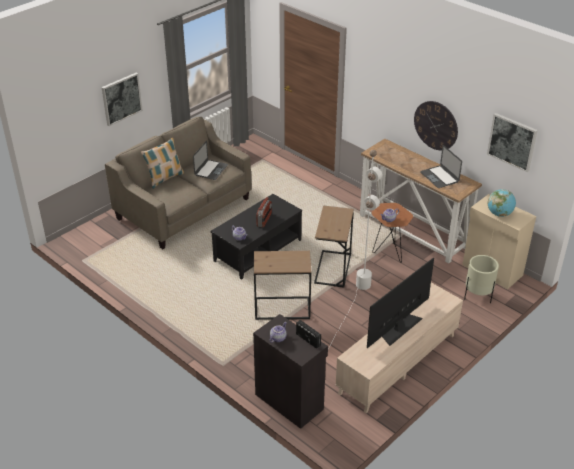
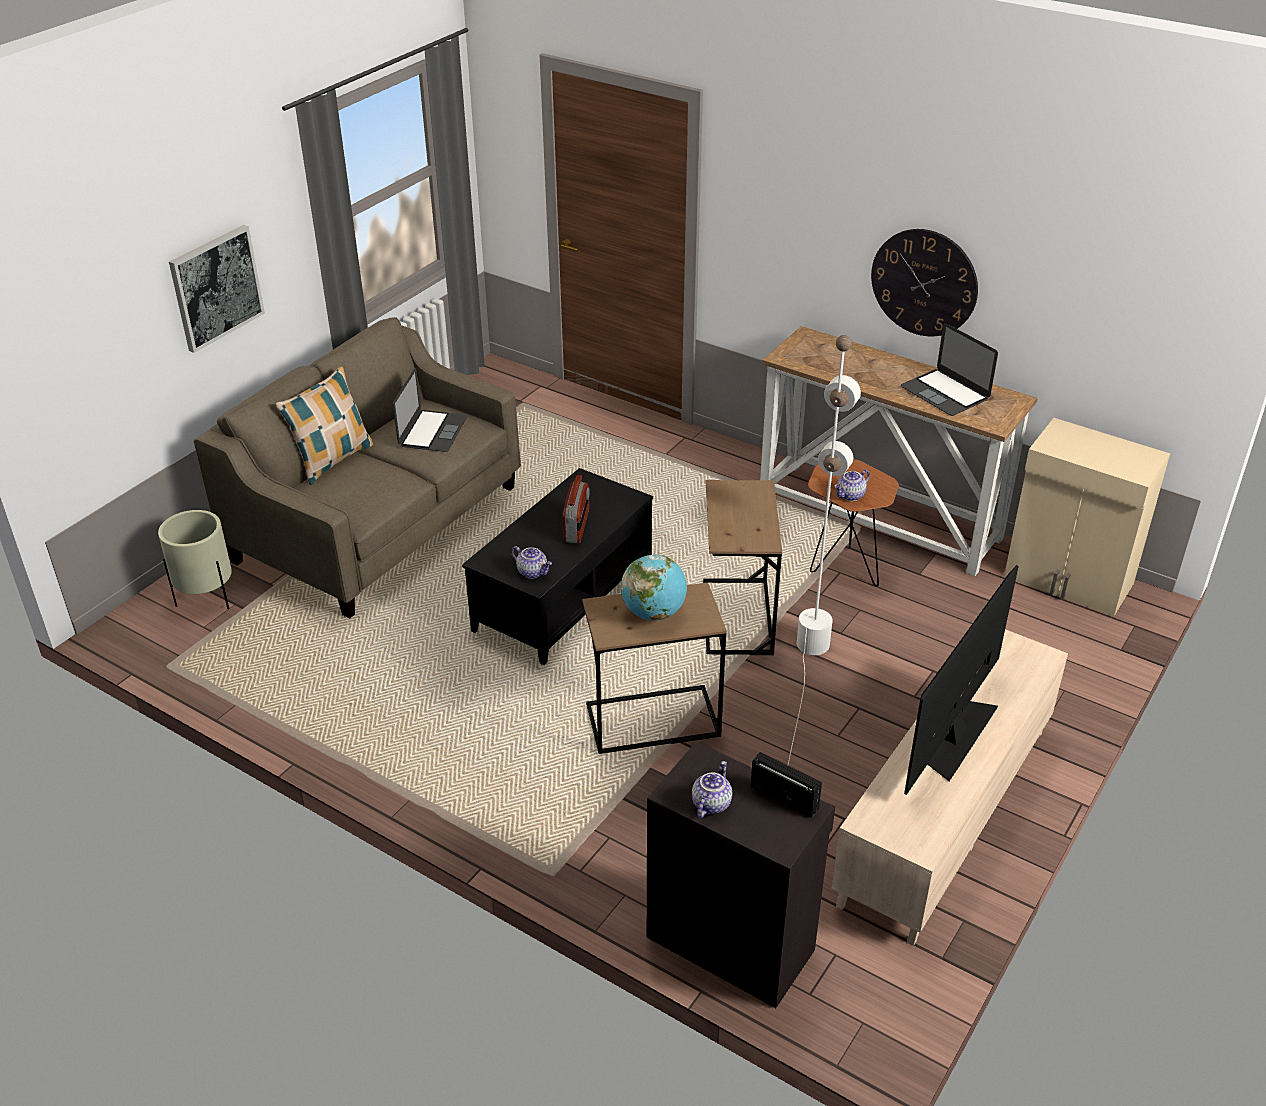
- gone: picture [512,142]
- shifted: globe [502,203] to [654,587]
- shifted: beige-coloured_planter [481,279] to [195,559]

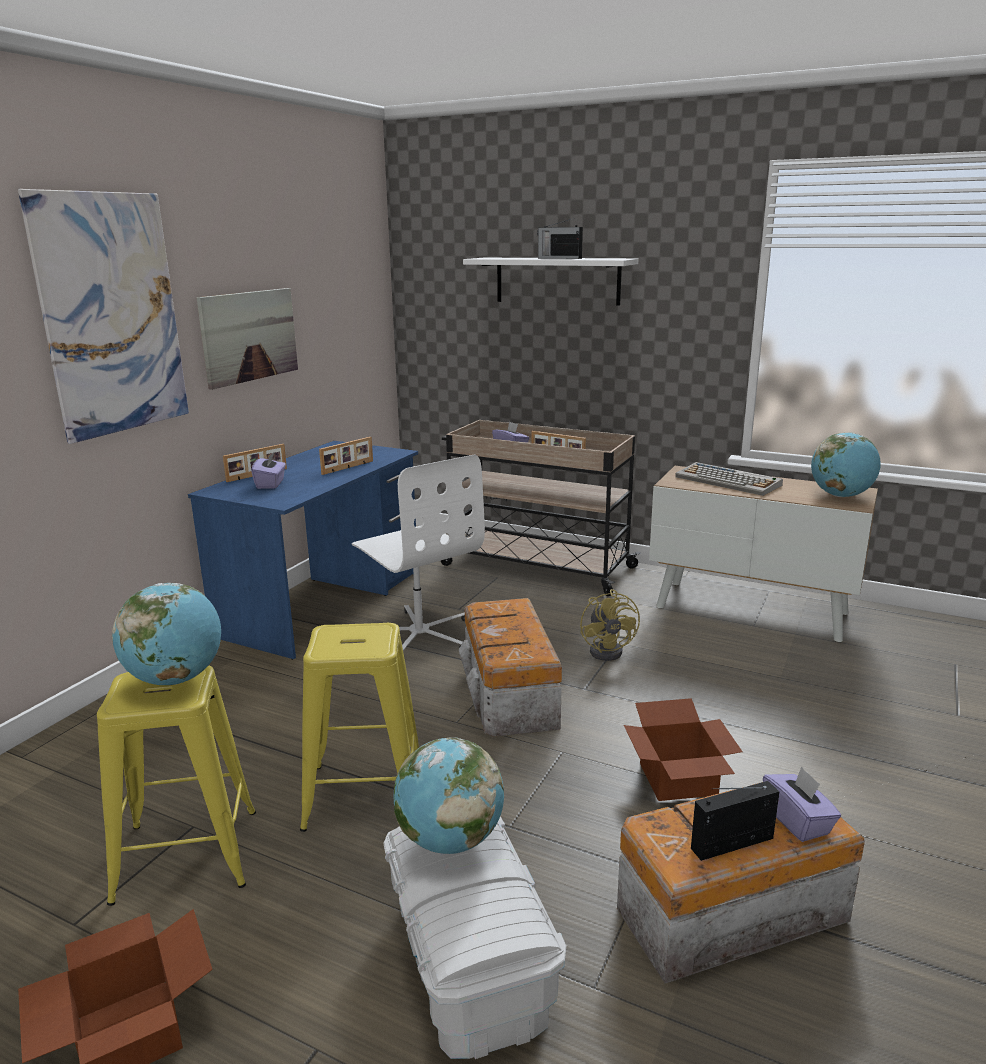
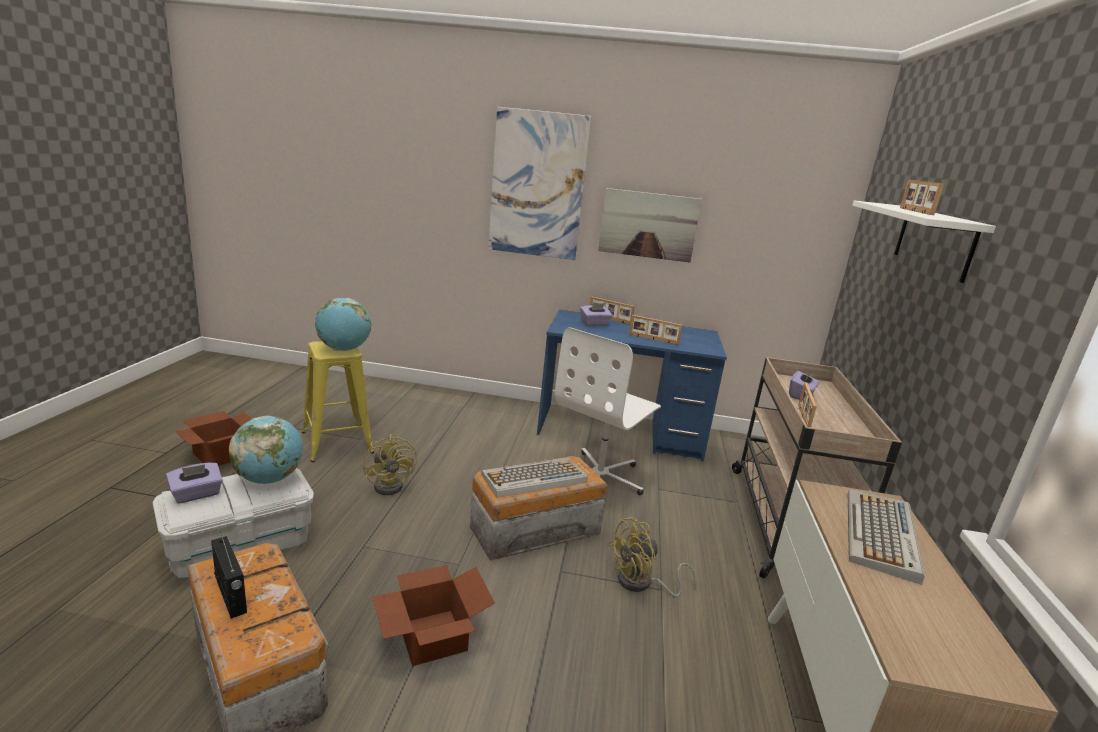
- swapped: radio [560,238] to picture_frame [922,197]
- gone: globe [846,464]
- swapped: yellowish_sitting_stool [359,727] to yellowish_electric_fan [390,464]
- shifted: purple-coloured_tissue_box [802,804] to [194,483]
- new: computer_keyboard [534,478]

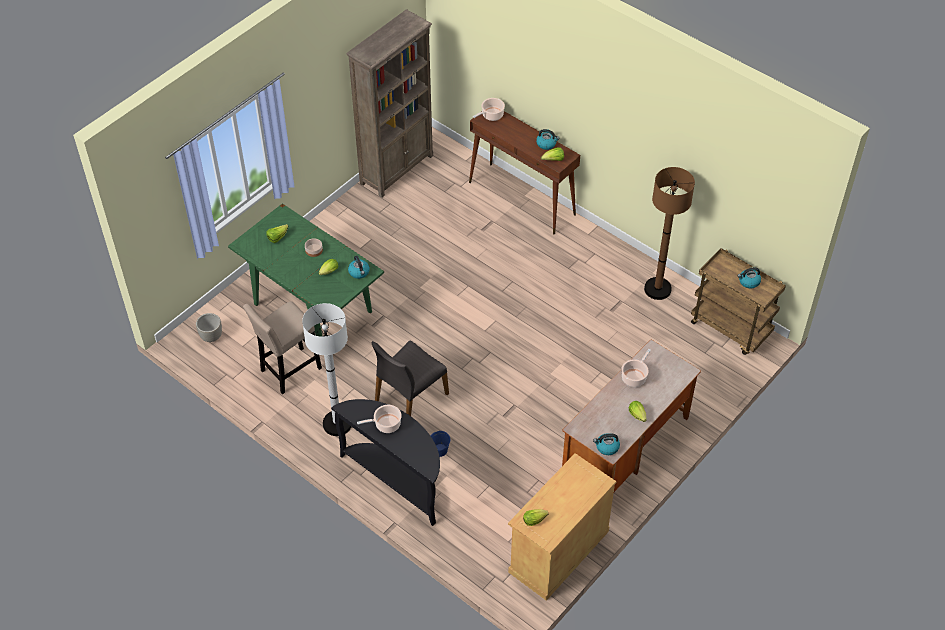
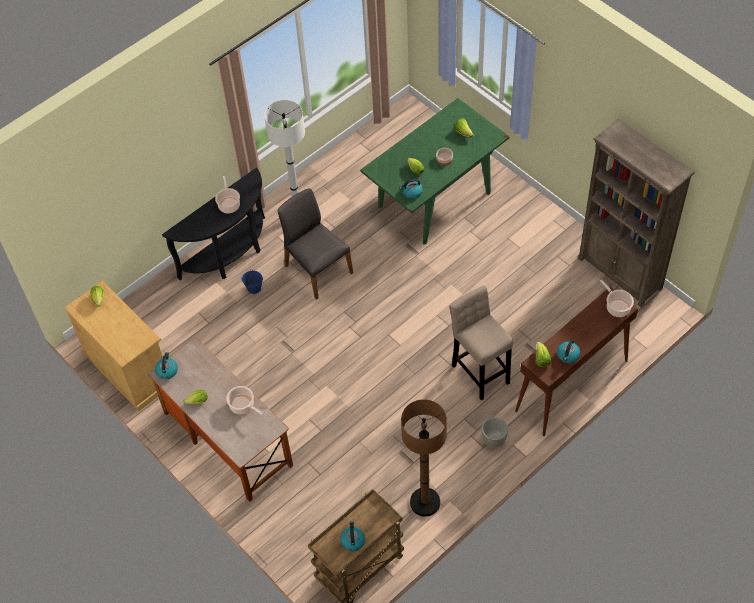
- shifted: beige-coloured_sitting_stool [282,347] to [481,342]
- shifted: greyish_planter [209,327] to [494,432]

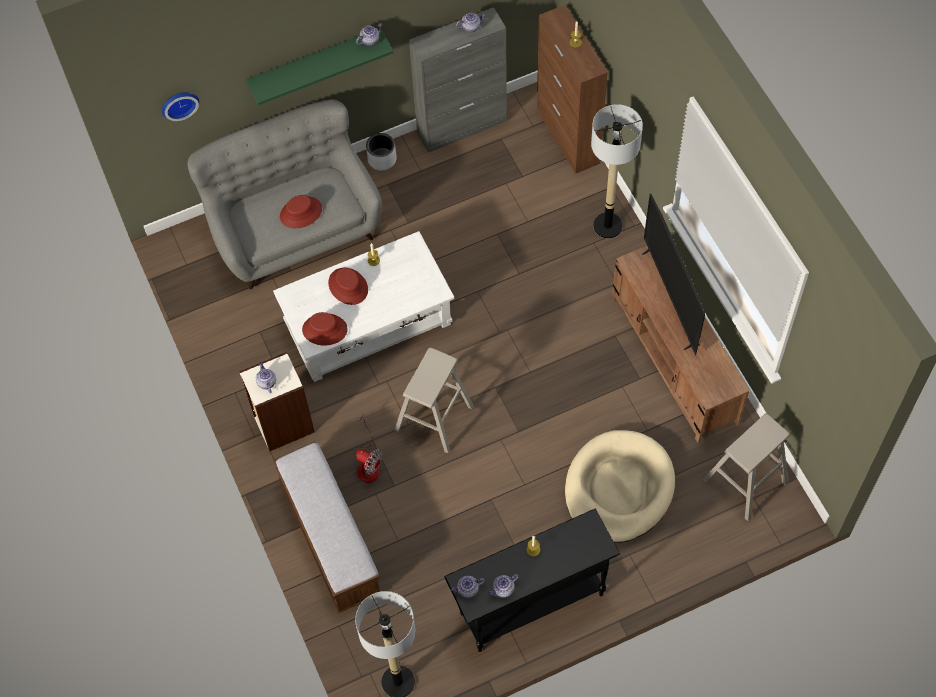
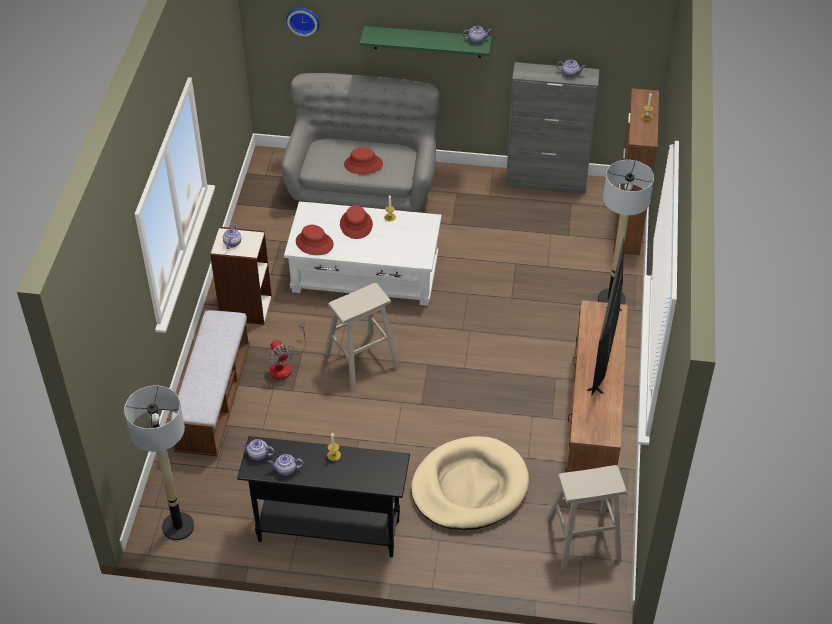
- gone: greyish_planter [381,151]

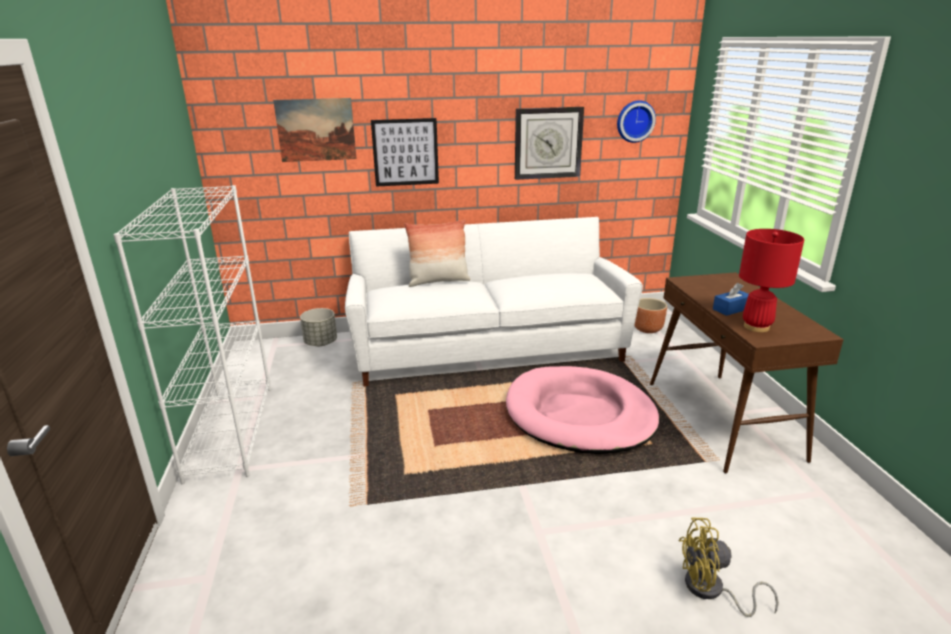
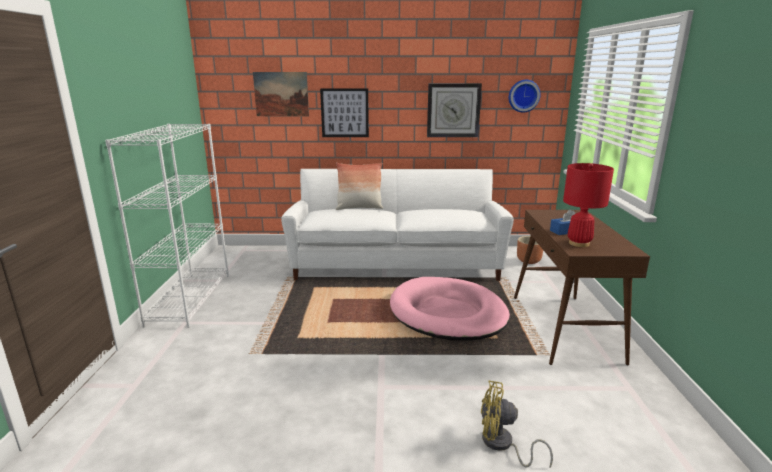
- gone: greyish_planter [318,327]

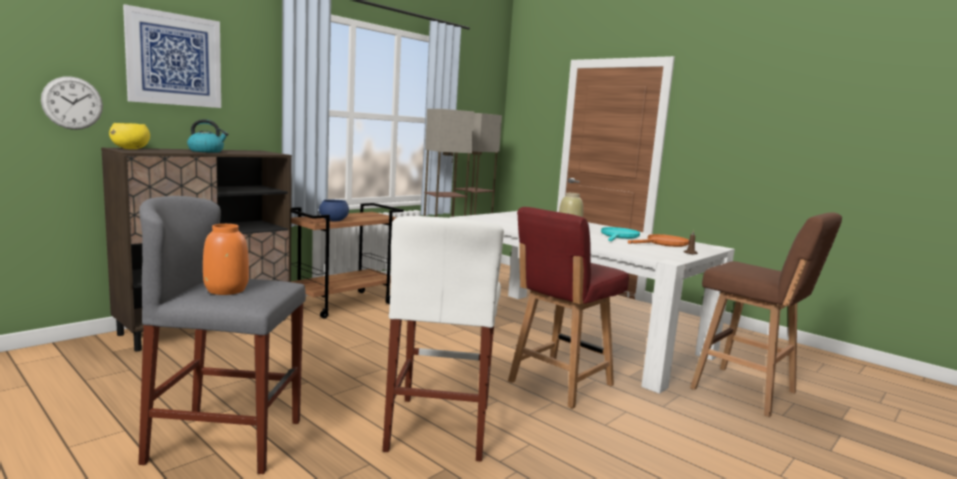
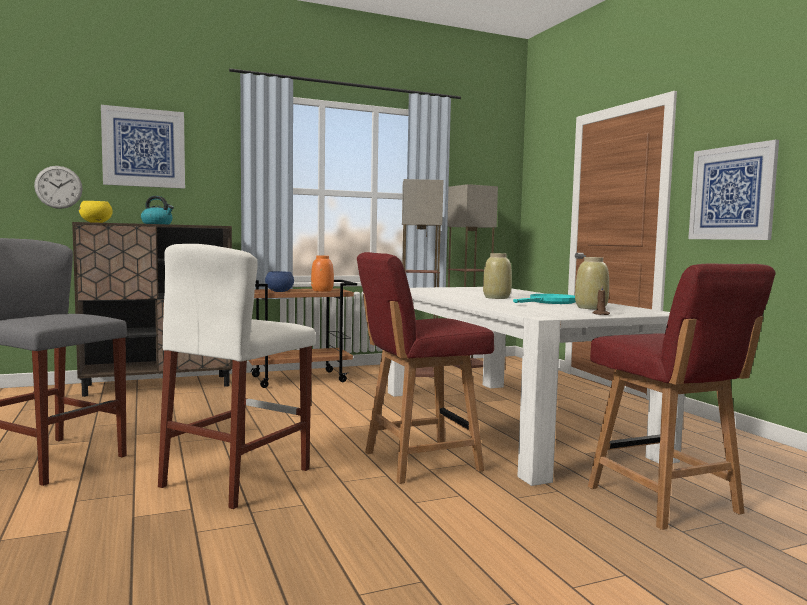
- swapped: brown_sitting_stool [766,314] to red-coloured_plain_chair [682,396]
- shifted: orange-coloured_vase [226,259] to [322,274]
- swapped: orange-coloured_pan [658,240] to beige-coloured_vase [592,283]
- new: picture [733,190]

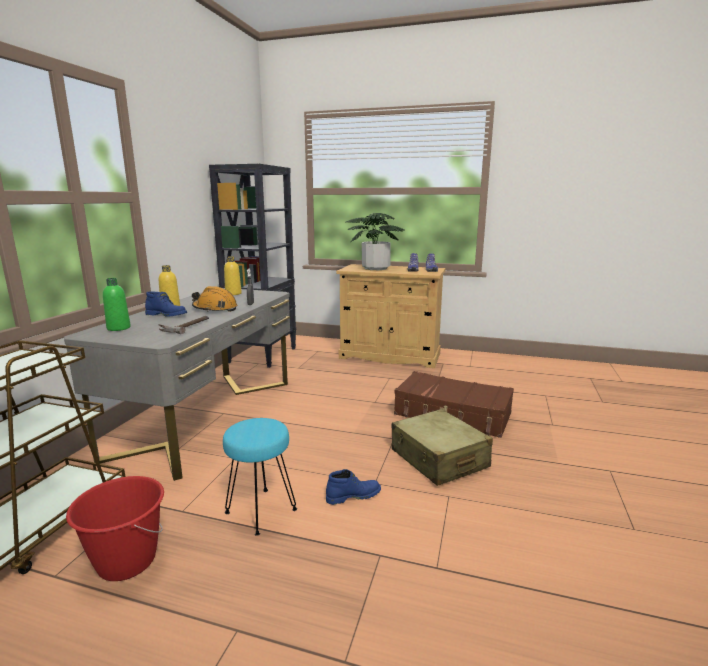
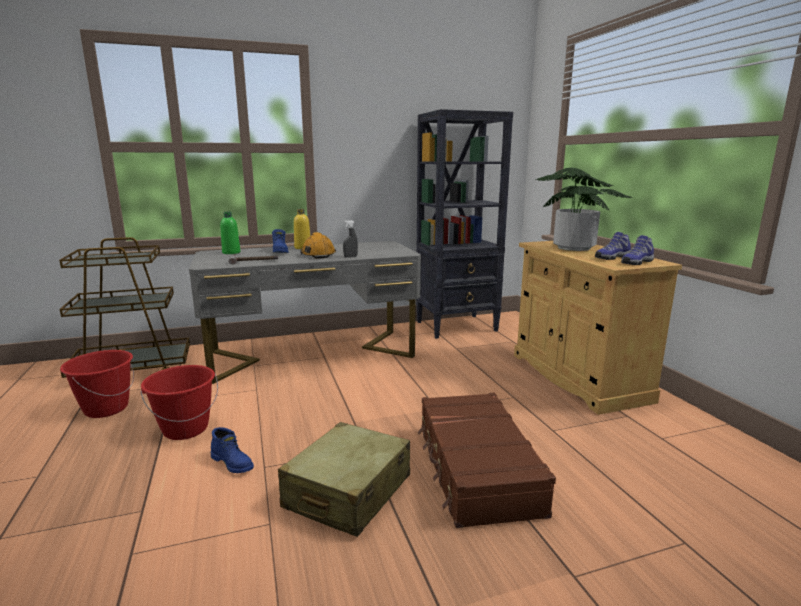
- gone: yellowish_bottle [233,275]
- swapped: turquoise_sitting_stool [260,477] to red-coloured_bucket [179,402]

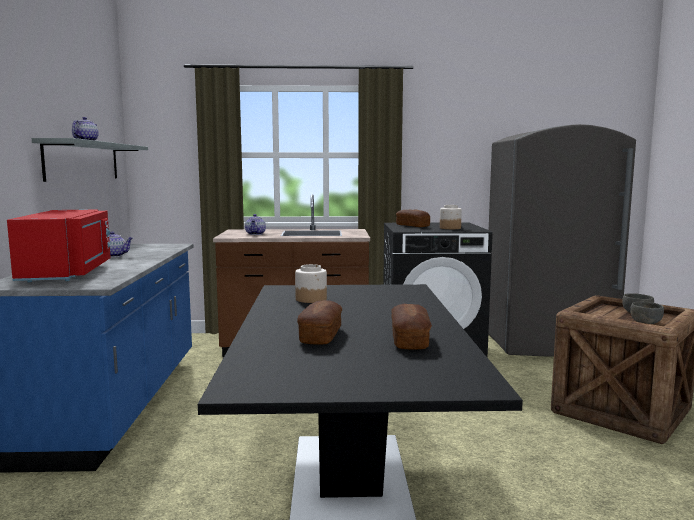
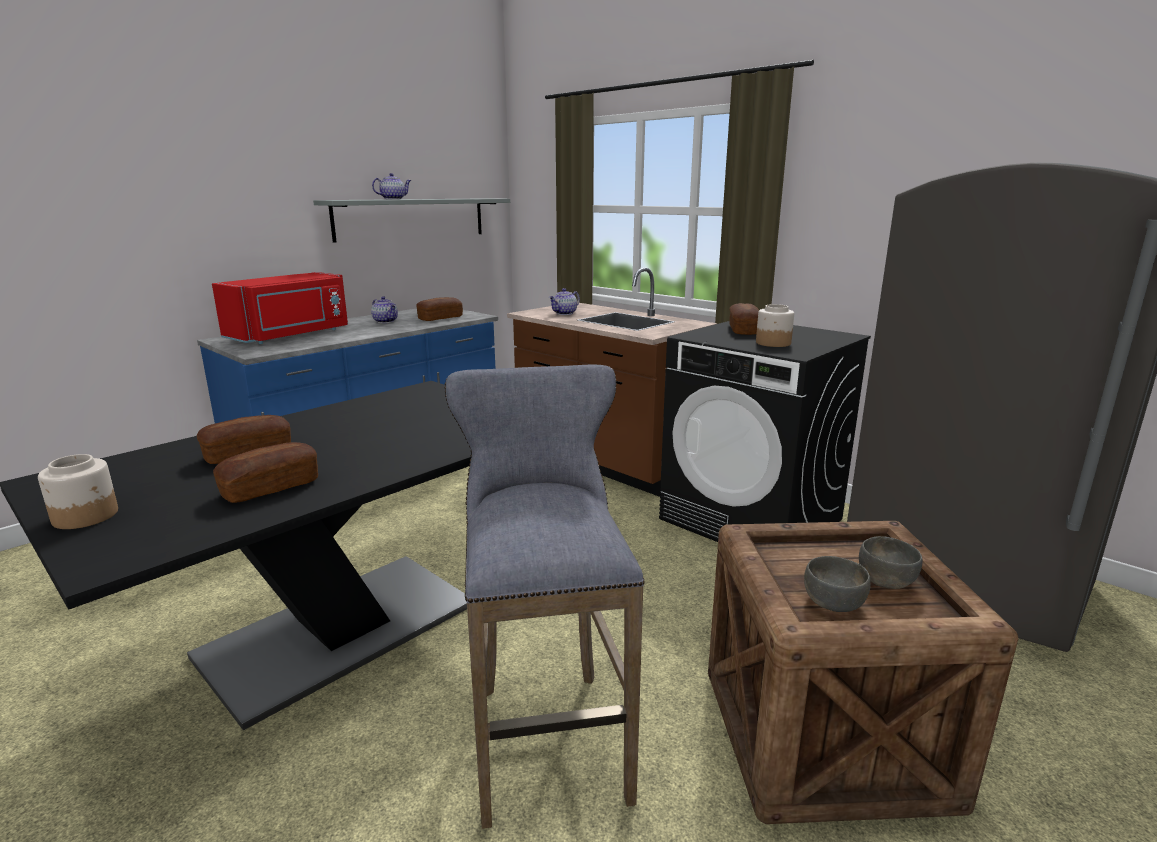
- shifted: storage_jar [311,283] to [78,491]
- new: bread [439,309]
- new: greyish_sitting_stool [544,596]

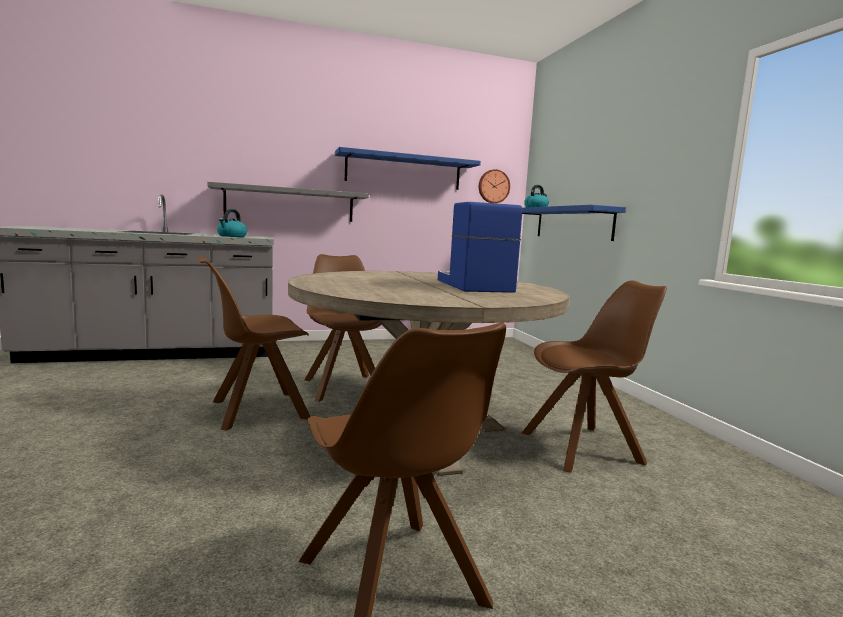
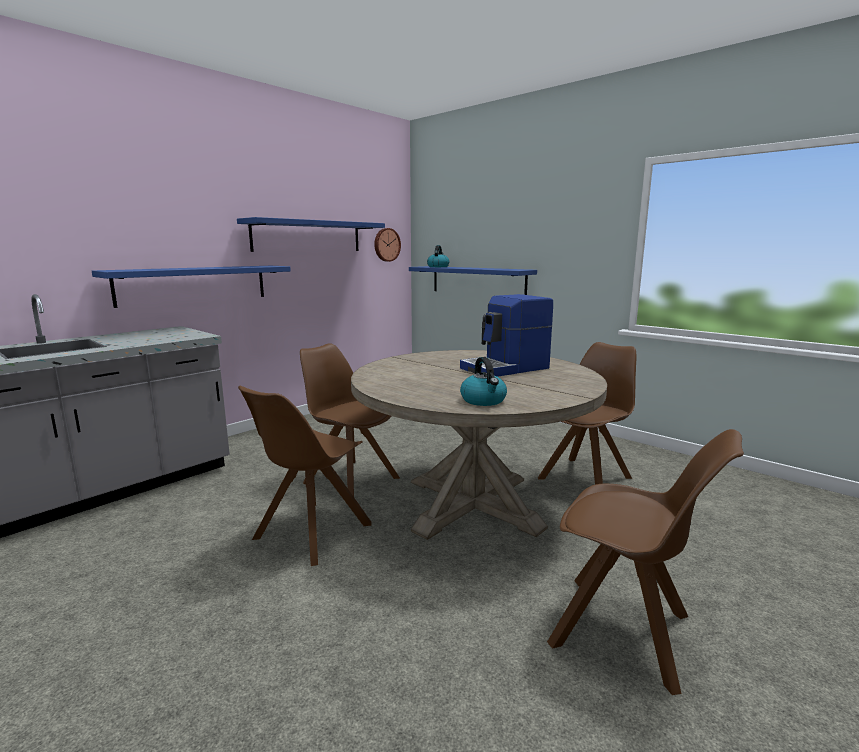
- repainted: greyish_bracket_shelf [288,202] to blue-coloured_bracket_shelf [191,287]
- rotated: coffee_machine [480,247] = [506,335] 75 degrees counterclockwise
- shifted: tea_kettle [232,223] to [483,381]

